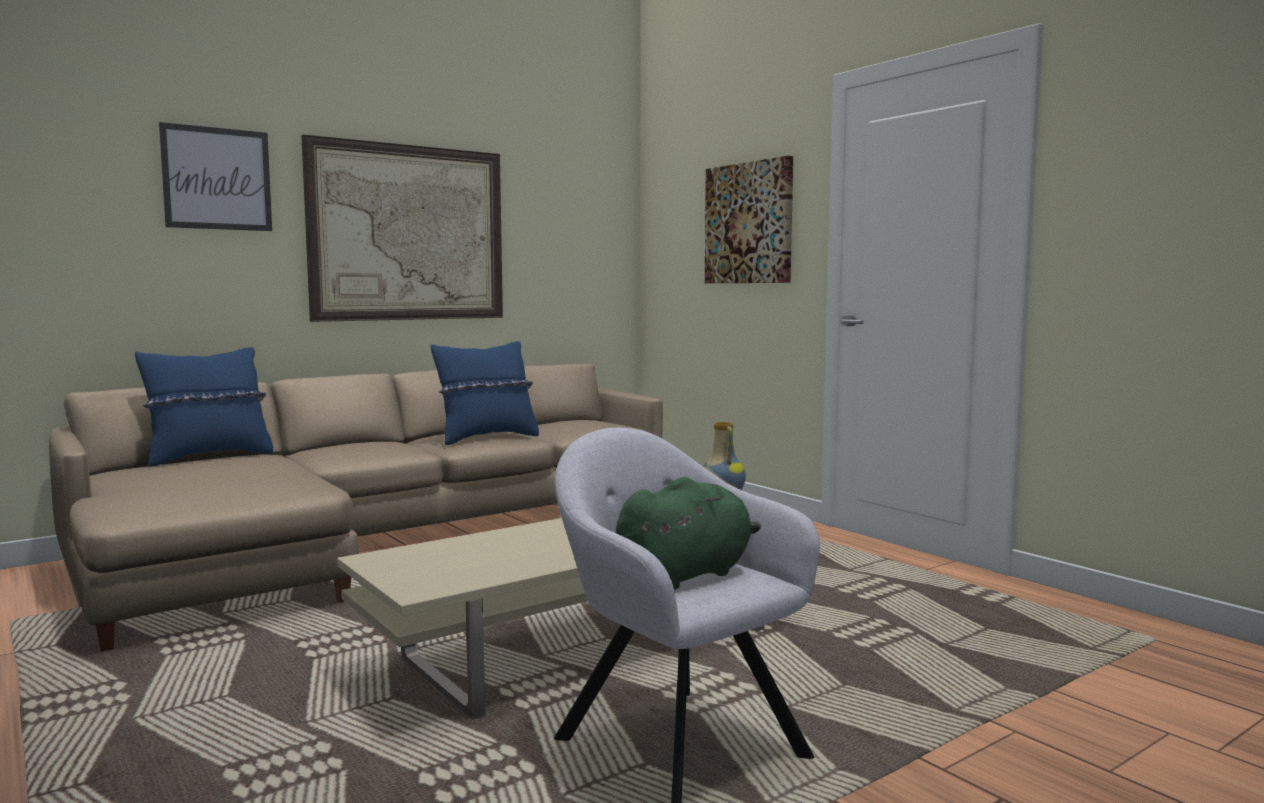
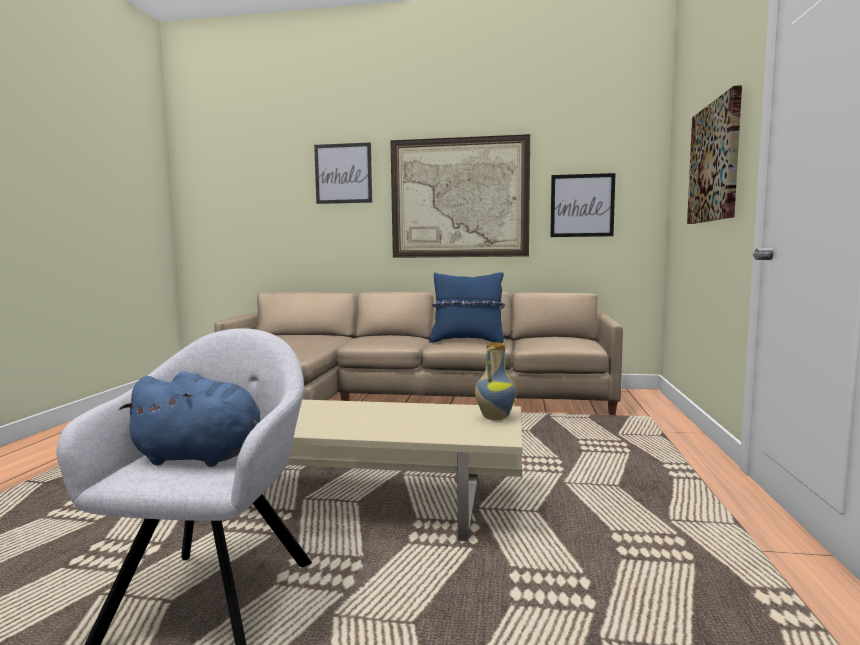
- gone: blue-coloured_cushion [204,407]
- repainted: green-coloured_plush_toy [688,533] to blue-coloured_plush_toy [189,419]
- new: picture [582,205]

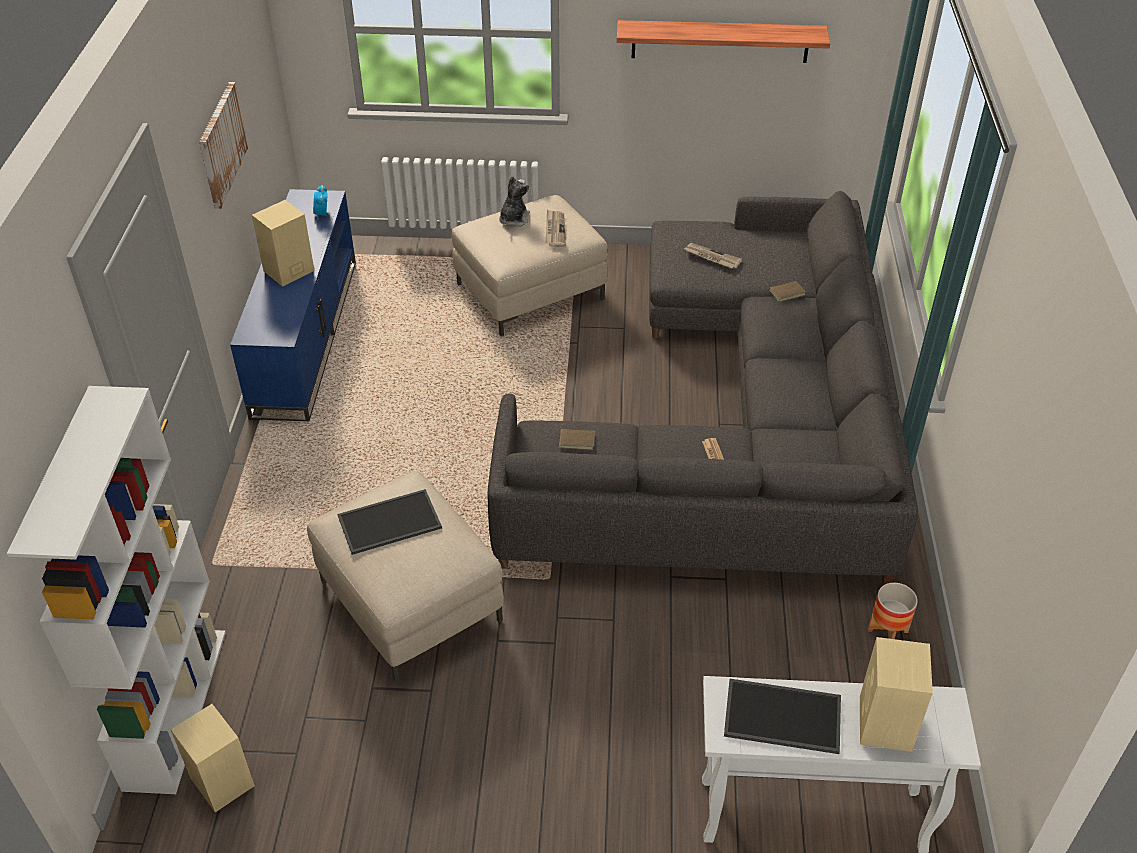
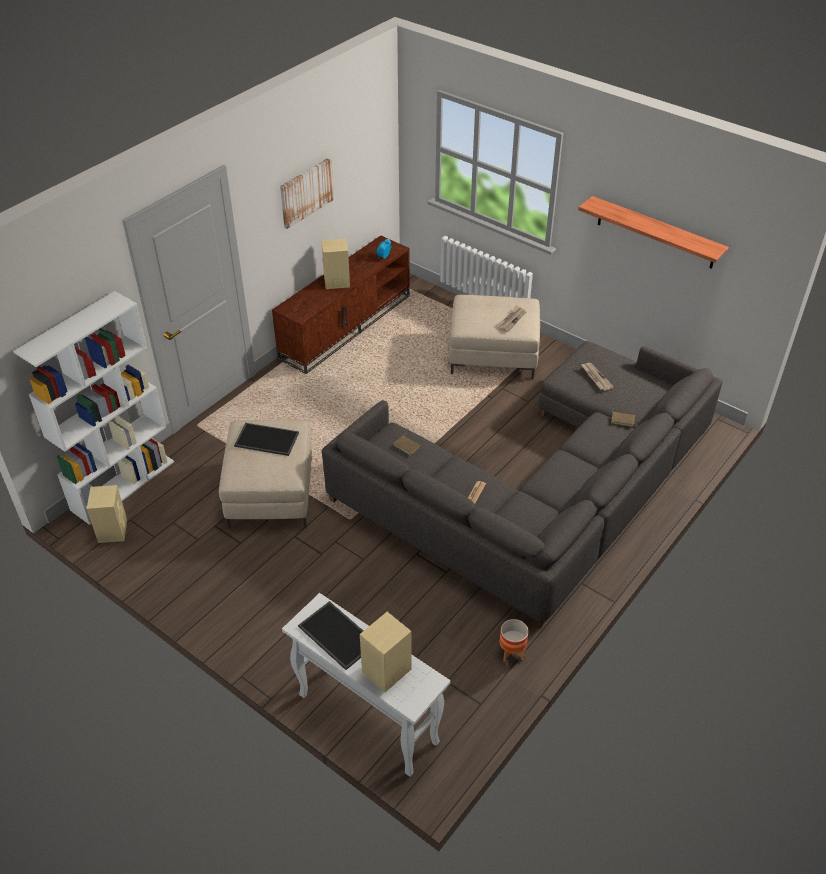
- gone: plush_toy [514,201]
- repainted: blue-coloured_tv_stand [293,305] to brown_tv_stand [341,305]

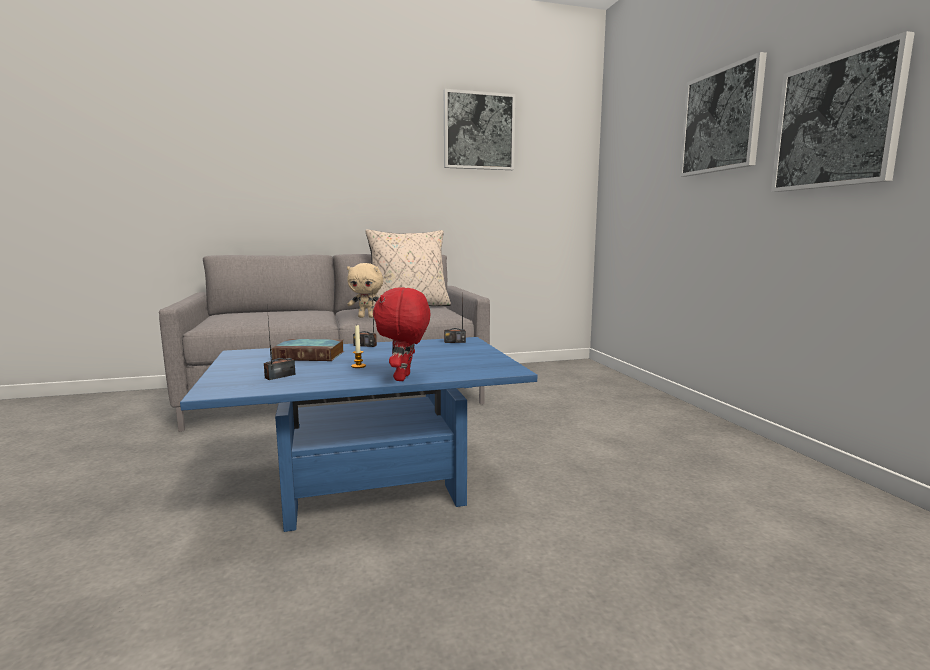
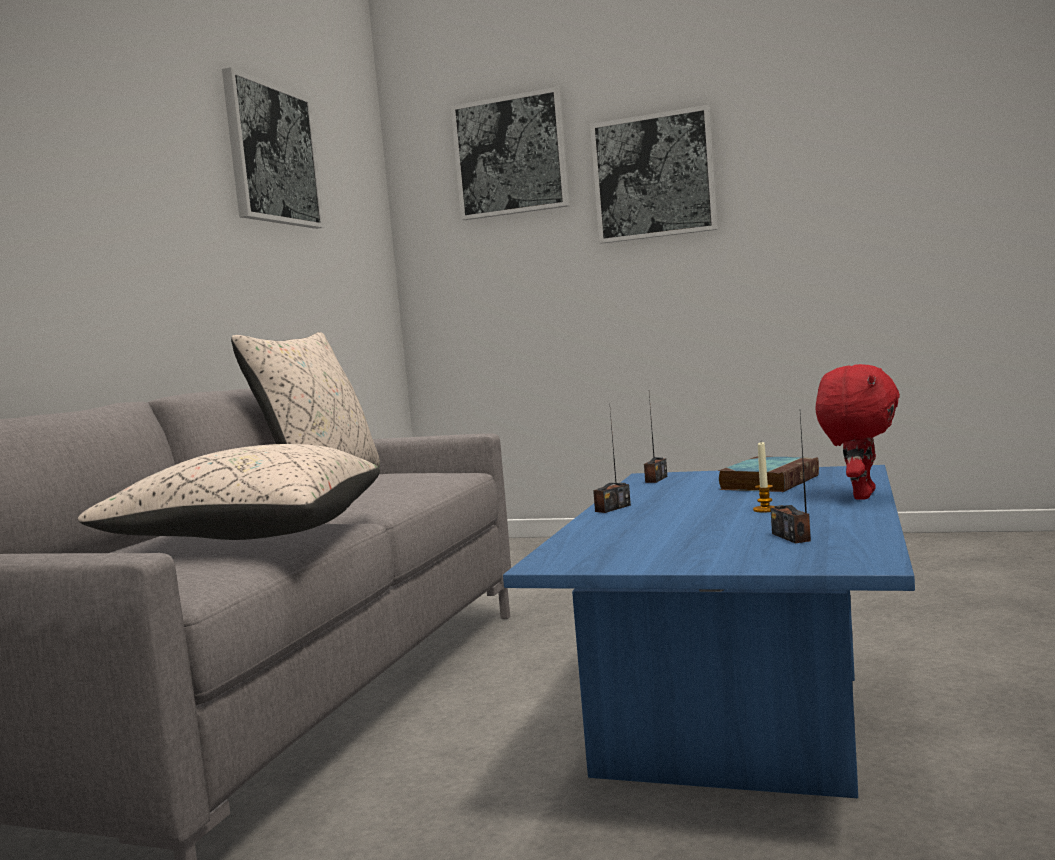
- shifted: picture [843,111] to [510,153]
- gone: beige-coloured_plush_toy [365,290]
- rotated: red-coloured_plush_toy [401,334] = [858,431] 105 degrees counterclockwise
- shifted: bound_book [307,350] to [768,474]
- new: beige-coloured_cushion [229,492]

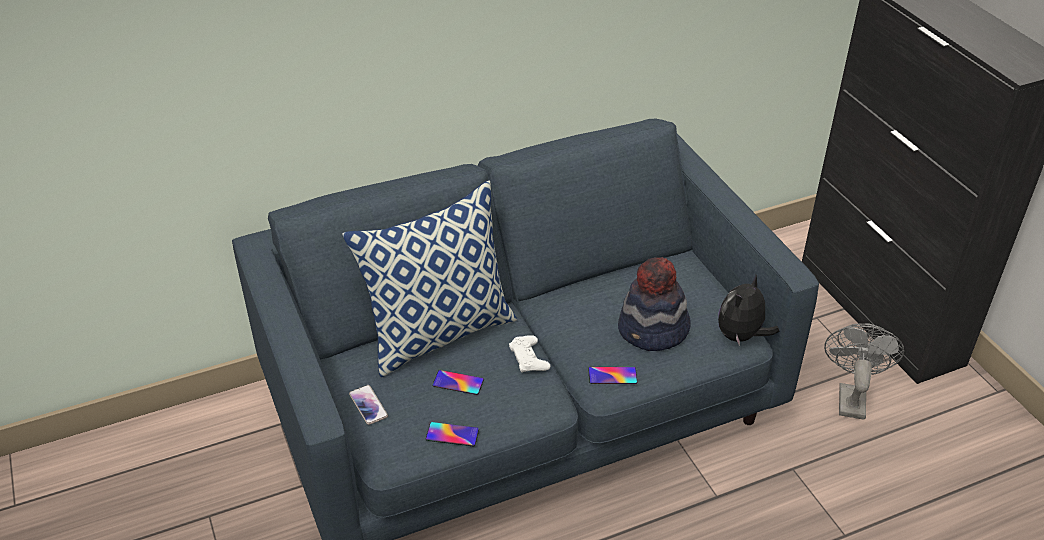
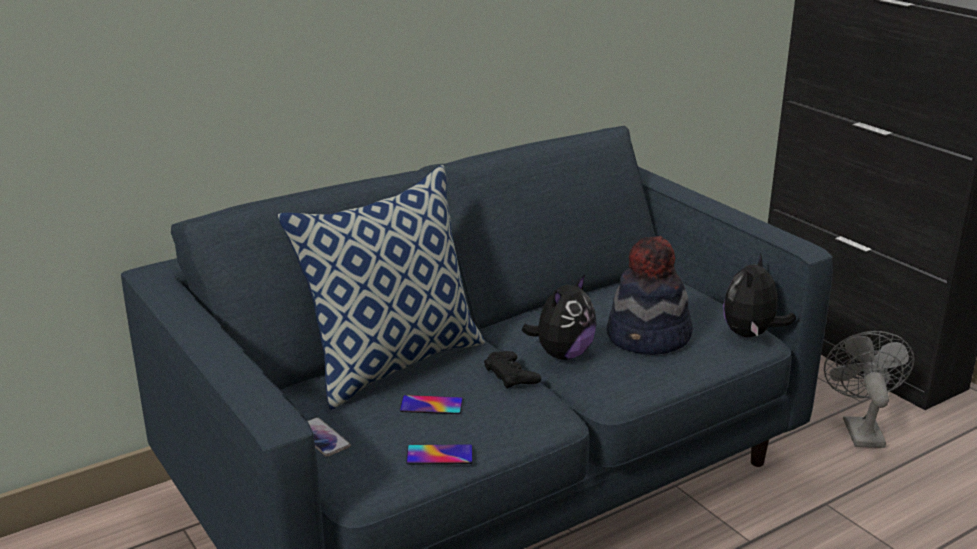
- repainted: whitish_game_controller [529,354] to blackish_game_controller [512,370]
- gone: handset [612,375]
- new: plush_toy [559,317]

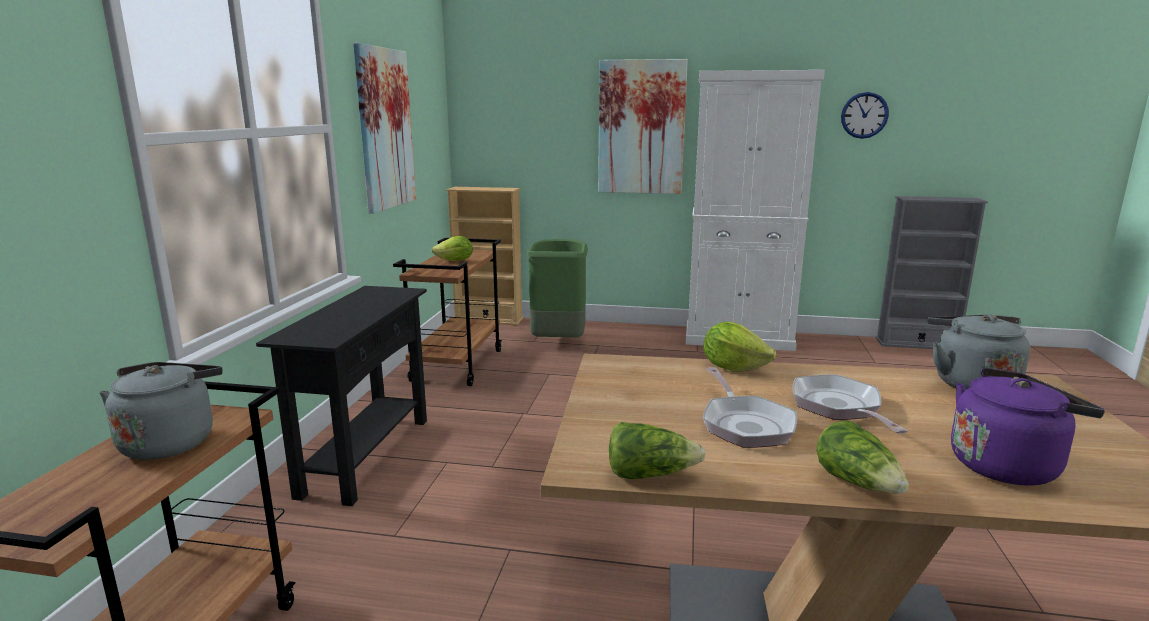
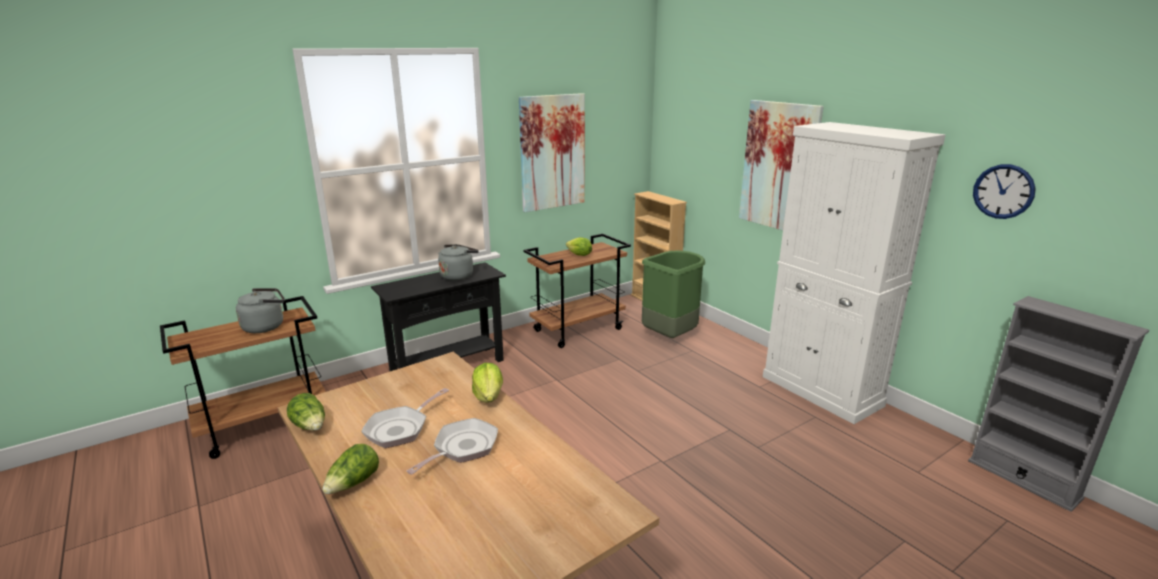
- shifted: greyish_tea_kettle [979,352] to [458,262]
- gone: purple-coloured_tea_kettle [1028,427]

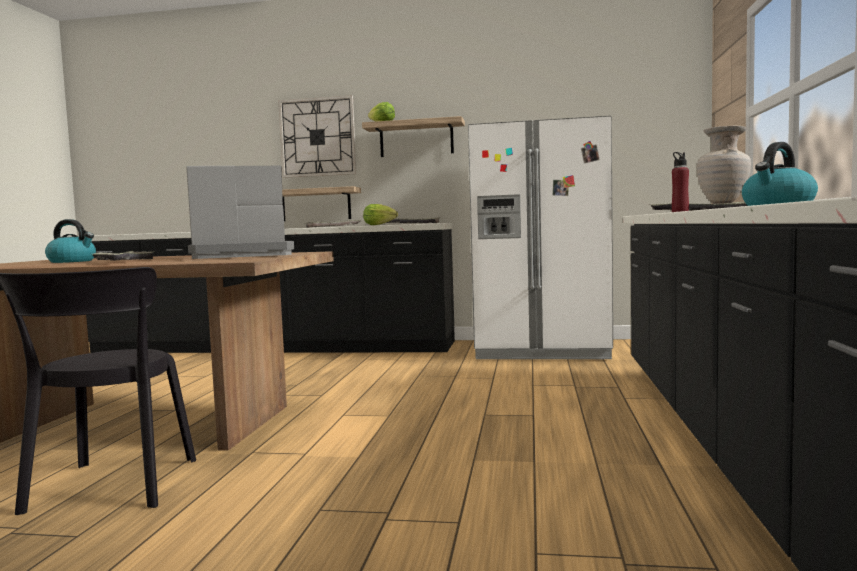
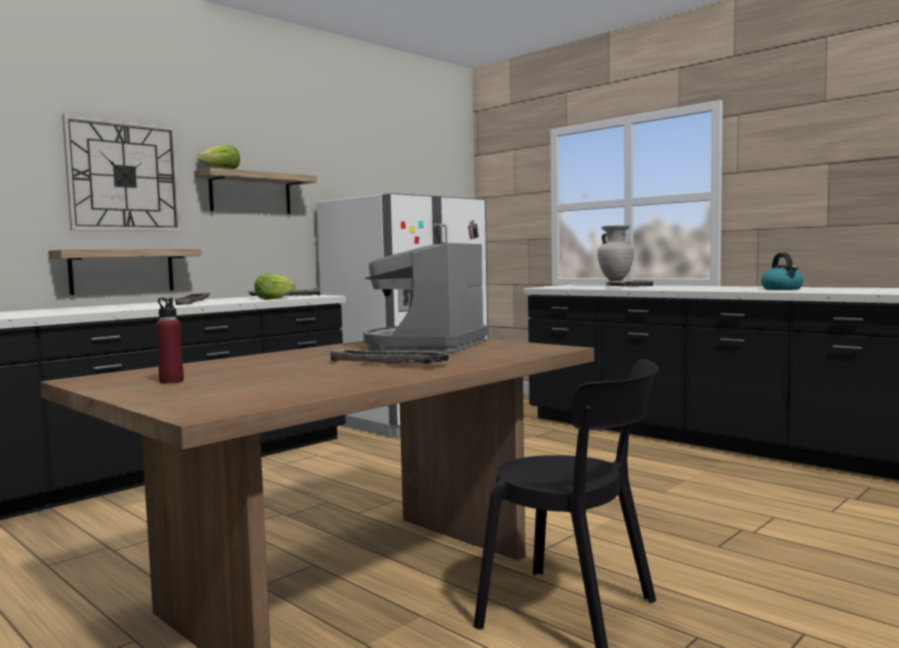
- shifted: red-coloured_bottle [680,182] to [170,340]
- gone: tea_kettle [70,241]

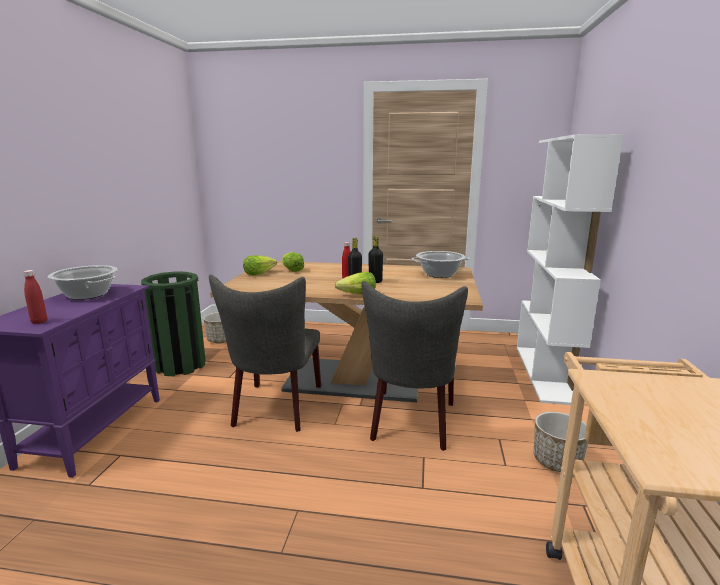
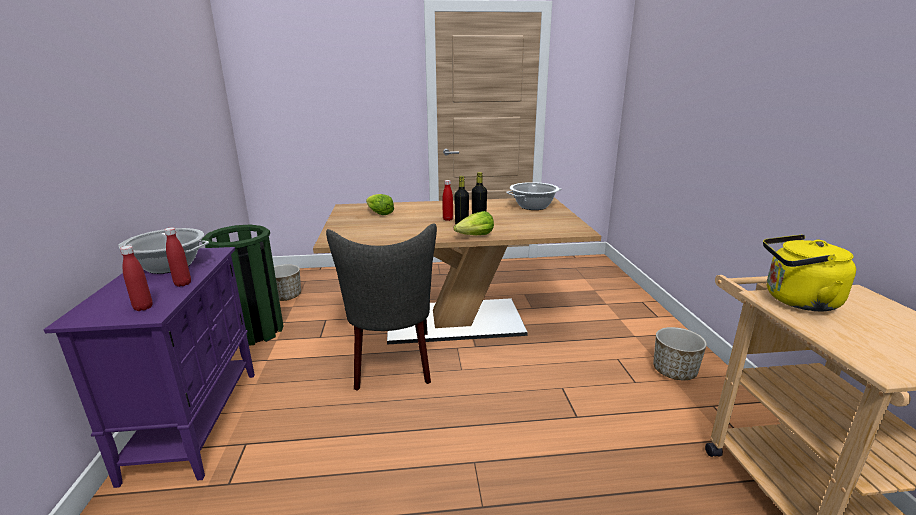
- gone: whitish_shelving_unit [570,269]
- gone: head_of_lettuce [260,265]
- gone: greyish_plain_chair [415,366]
- new: red-coloured_bottle [177,257]
- new: yellowish_tea_kettle [809,272]

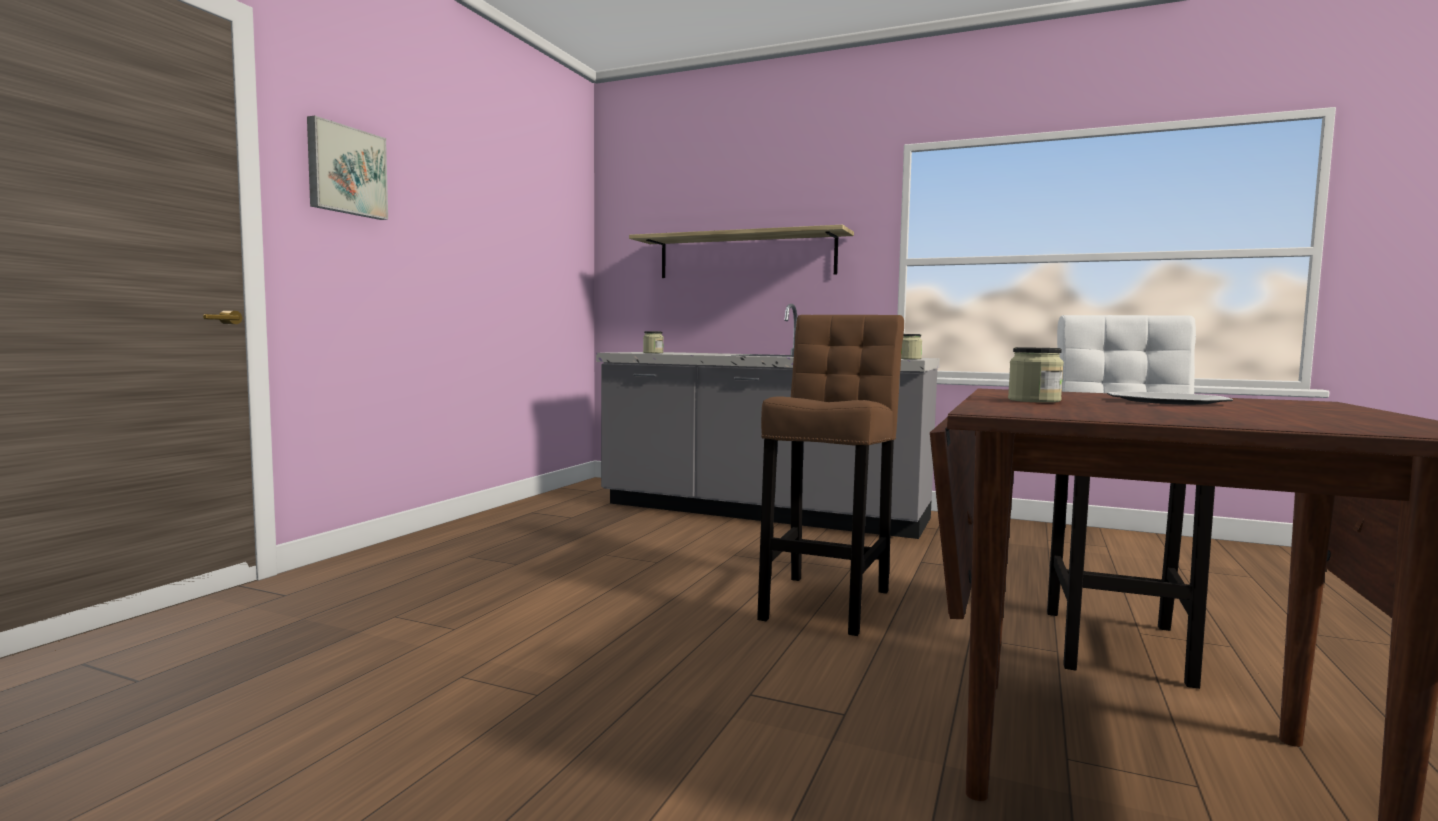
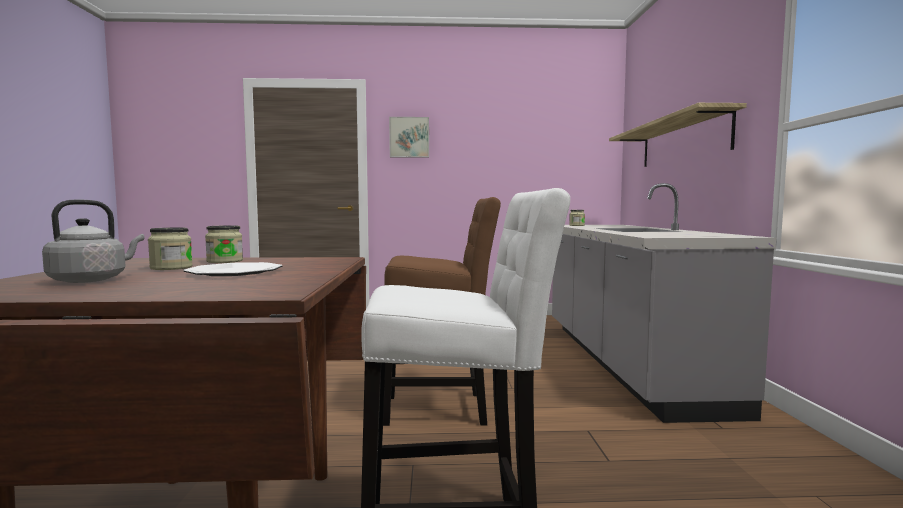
- shifted: storage_jar [911,346] to [170,249]
- new: greyish_tea_kettle [93,241]

